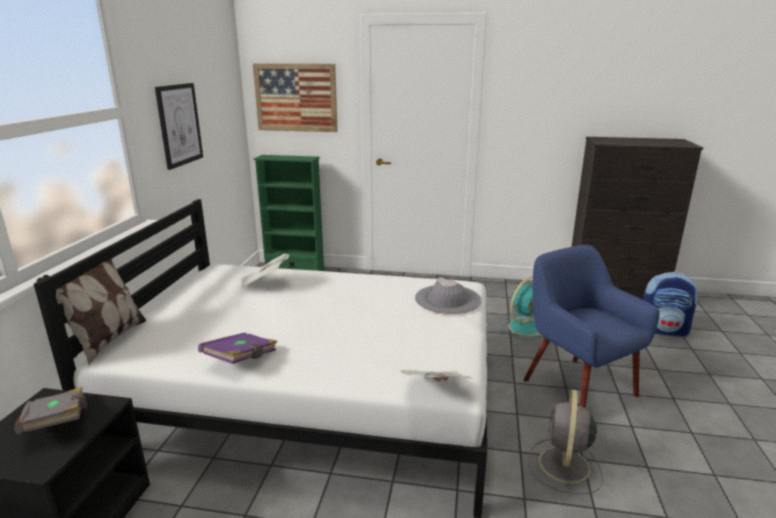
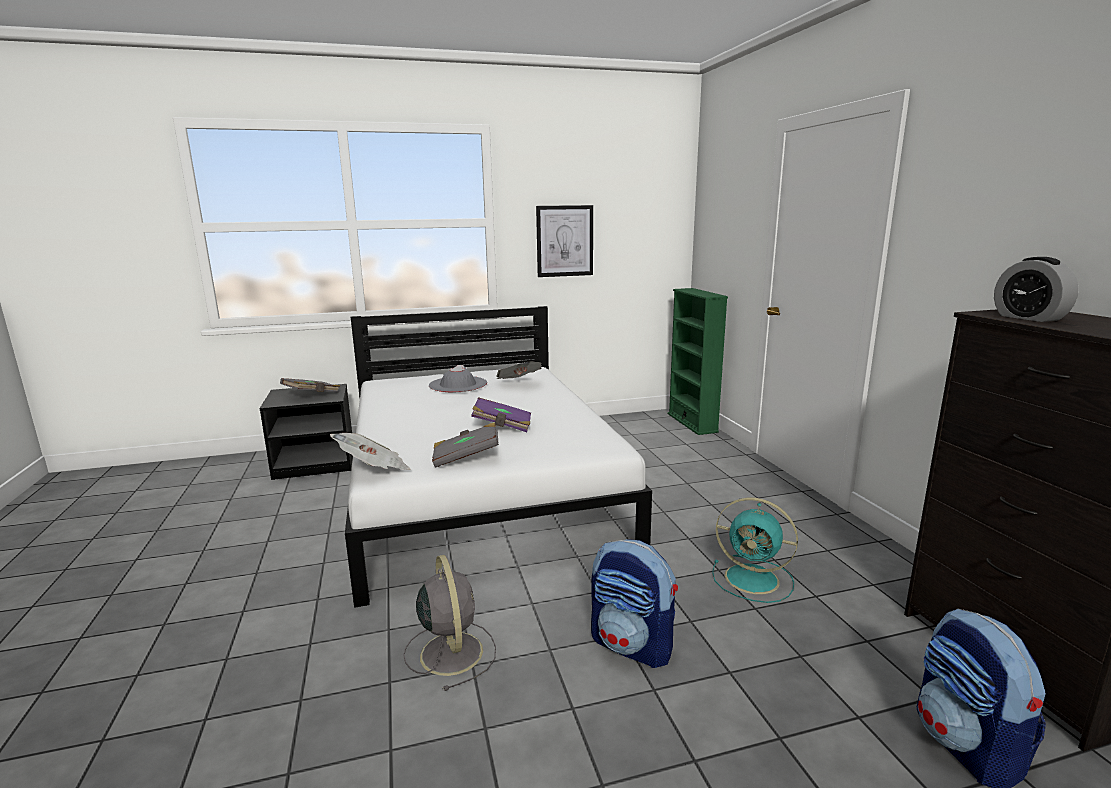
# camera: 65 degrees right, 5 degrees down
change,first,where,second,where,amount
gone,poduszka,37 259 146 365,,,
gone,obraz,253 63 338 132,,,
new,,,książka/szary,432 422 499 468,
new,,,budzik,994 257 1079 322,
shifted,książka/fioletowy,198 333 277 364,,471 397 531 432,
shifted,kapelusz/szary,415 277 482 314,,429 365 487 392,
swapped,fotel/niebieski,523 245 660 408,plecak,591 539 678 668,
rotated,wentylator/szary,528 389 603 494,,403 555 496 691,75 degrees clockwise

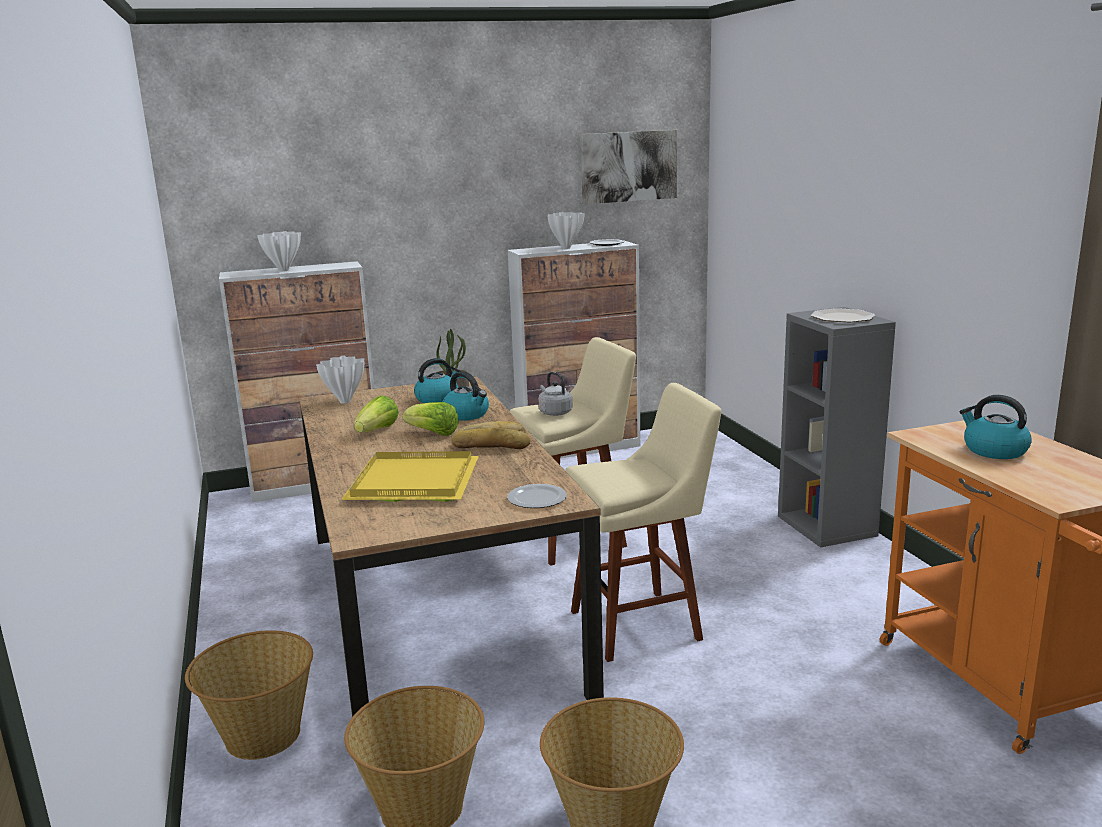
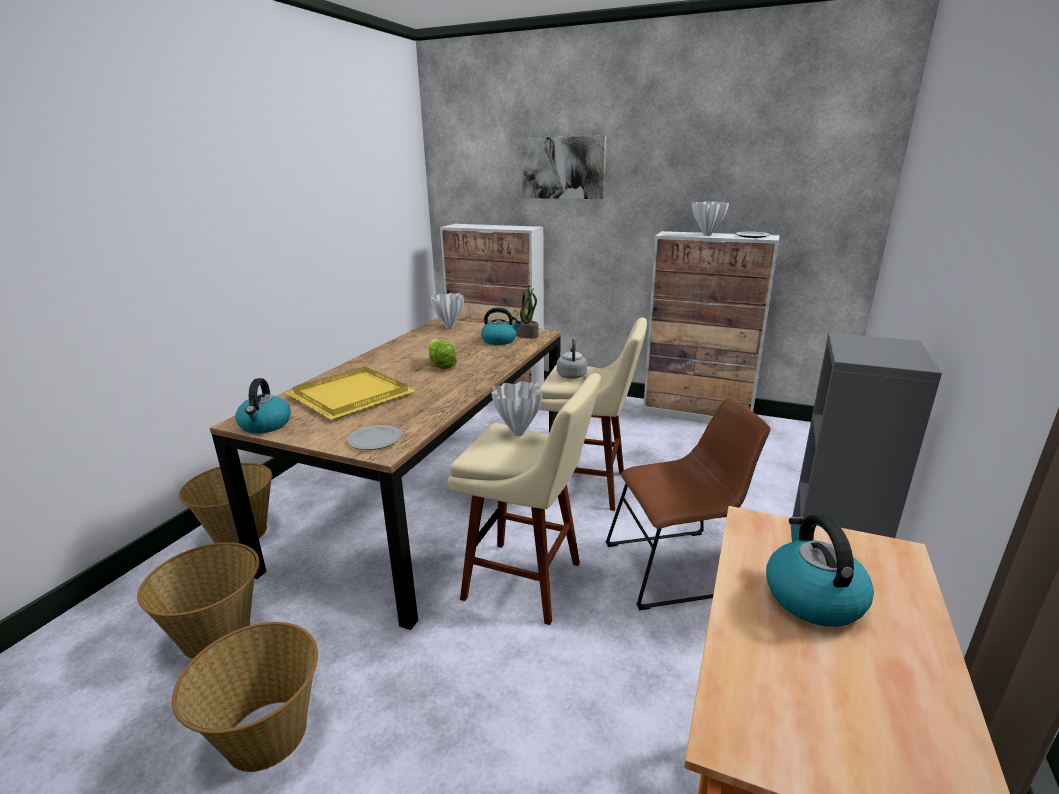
# camera: 40 degrees right, 5 degrees up
change,first,where,second,where,amount
gone,sałata,354 395 399 433,,,
gone,chleb,451 421 530 449,,,
gone,talerz,811 308 875 322,,,
new,,,krzesło/brązowy,605 397 771 610,
shifted,wazon/biały,257 231 301 272,,491 381 542 436,
shifted,czajnik,443 371 489 421,,235 378 291 434,
shifted,obraz,581 130 677 204,,522 136 606 199,

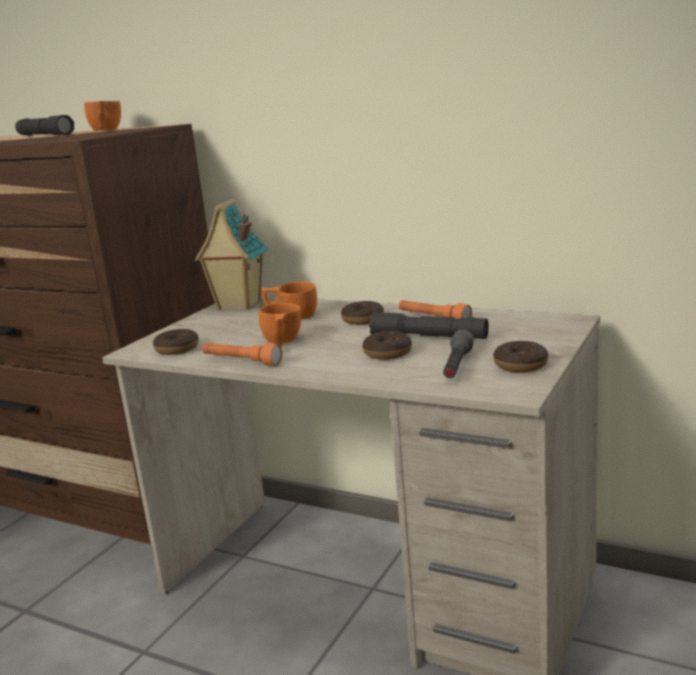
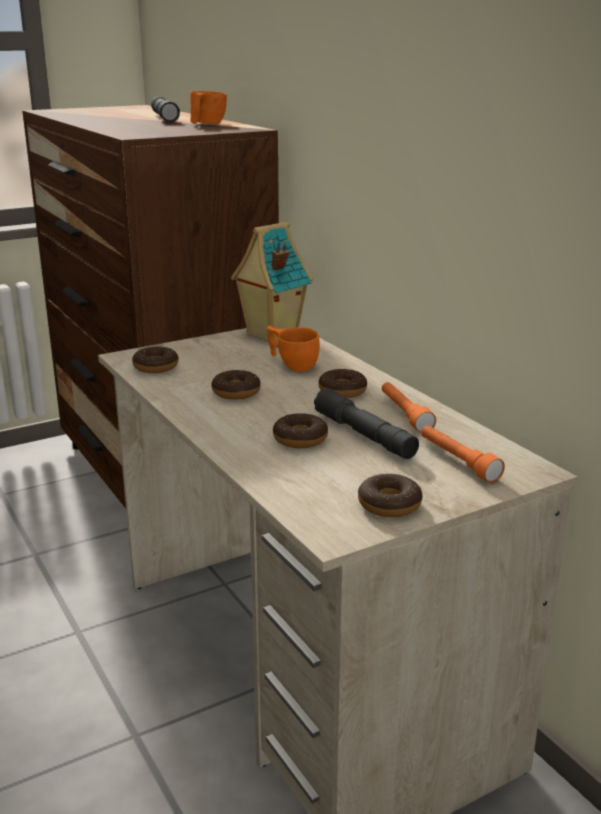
# camera: 30 degrees right, 5 degrees up
change,first,where,second,where,amount
gone,latarka/szary,443 329 474 378,,,
shifted,latarka/pomarańczowy,202 343 282 366,,421 425 505 483,
swapped,filiżanka/pomarańczowy,259 303 301 347,donut,211 370 261 400,

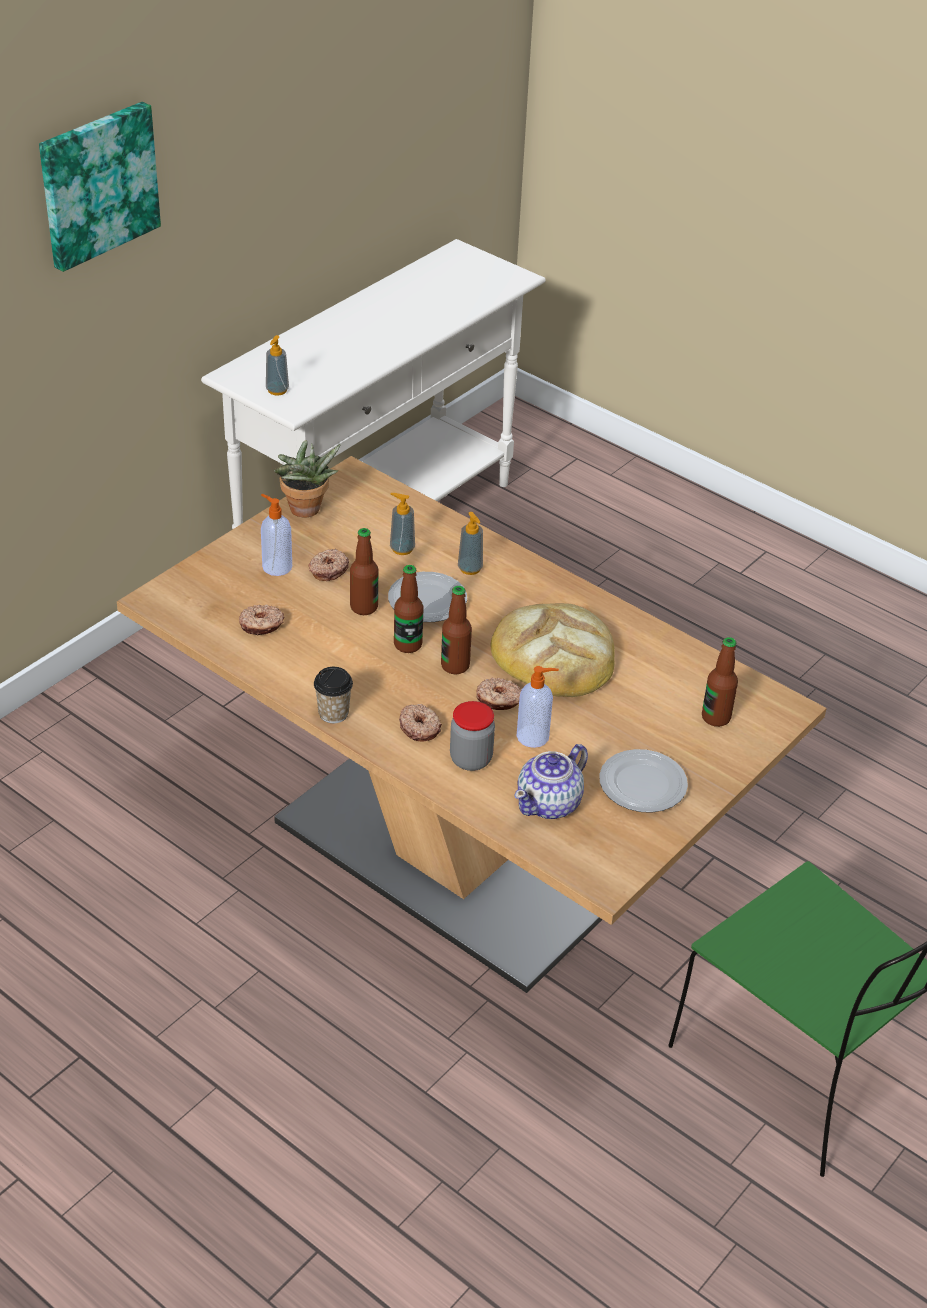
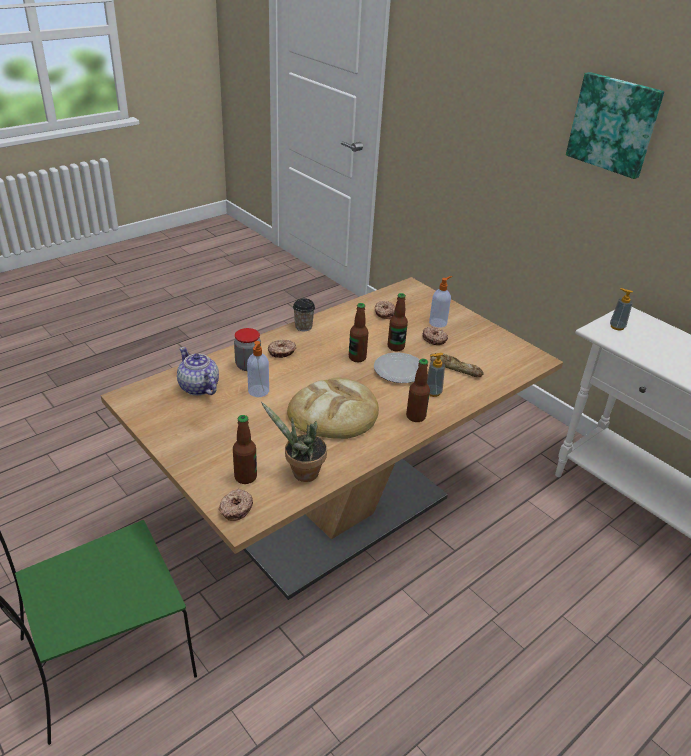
# camera: 100 degrees right, 5 degrees down
change,first,where,second,where,amount
gone,talerz,599 749 688 813,,,
shifted,roślina doniczkowa,274 440 341 518,,261 402 327 482,
shifted,butelka,441 586 472 674,,406 359 430 422,
shifted,donut,476 678 521 710,,219 489 253 521,
swapped,dozownik mydła,390 493 415 555,chleb,430 353 484 377,

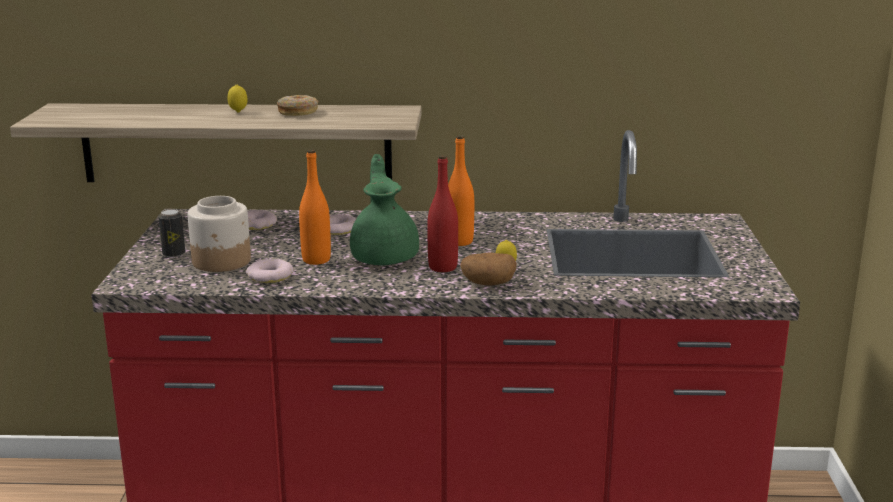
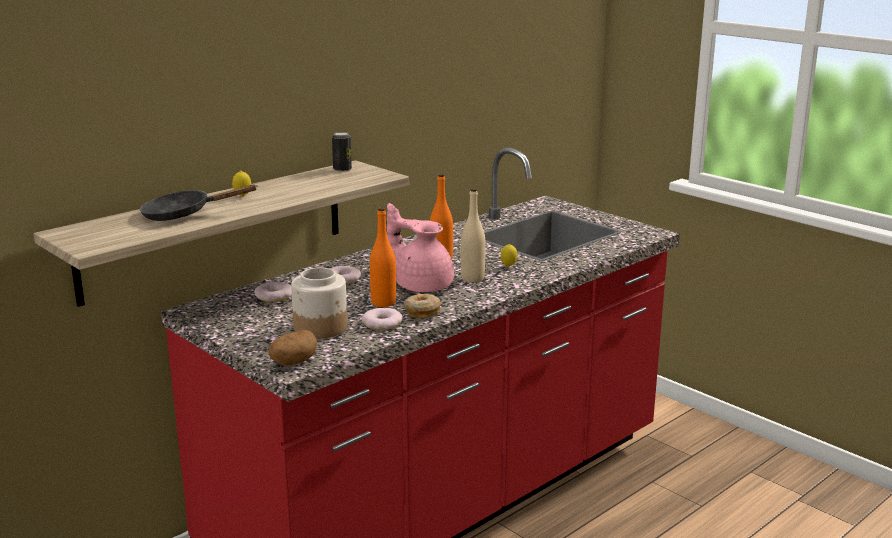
# camera: 45 degrees left, 0 degrees up
change,first,where,second,where,amount
new,,,patelnia/czarny,140 185 258 221,
shifted,puszka,158 209 185 257,,332 132 352 172,
shifted,donut,277 95 319 116,,404 294 441 318,
shifted,ziemniak,460 252 517 286,,268 330 317 366,
repainted,imbryk/zielony,350 154 419 265,imbryk/różowy,387 203 454 292,
repainted,butelka/czerwony,427 155 458 272,butelka/beżowy,461 188 486 283,

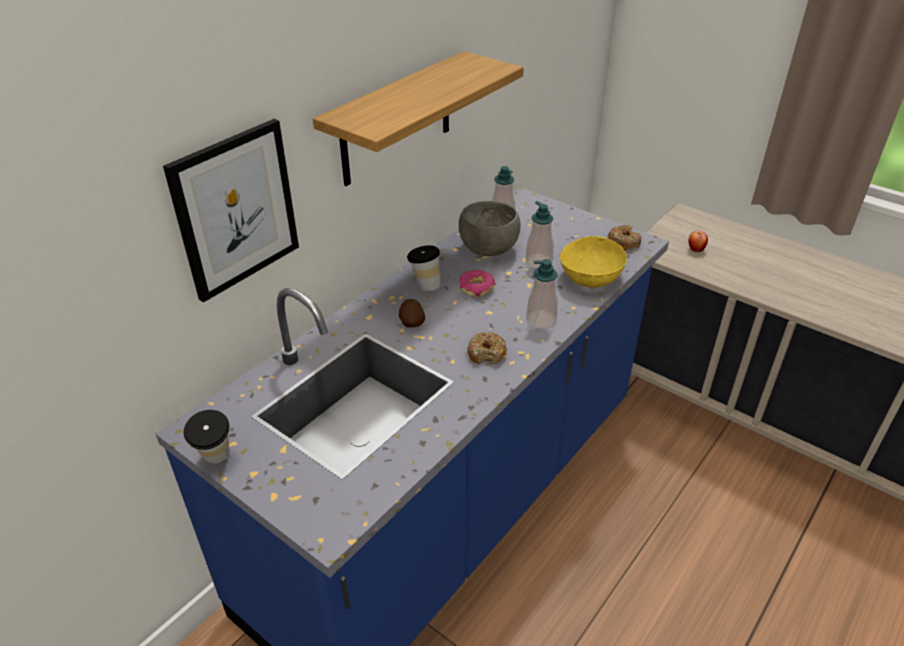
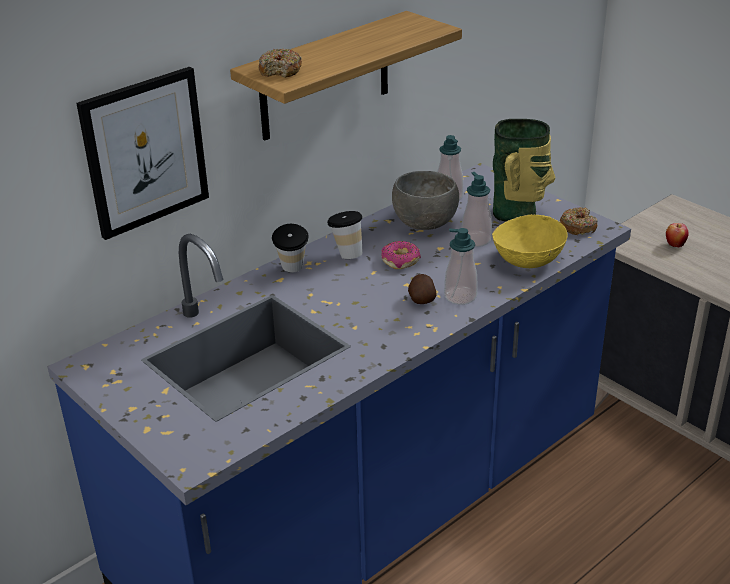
# camera: 10 degrees right, 5 degrees down
change,first,where,second,where,amount
new,,,wazon,493 119 556 222,
shifted,filiżanka,183 410 230 464,,272 224 309 273,
shifted,ziemniak,399 299 425 328,,408 274 436 304,
shifted,donut,467 331 507 364,,258 48 302 78,

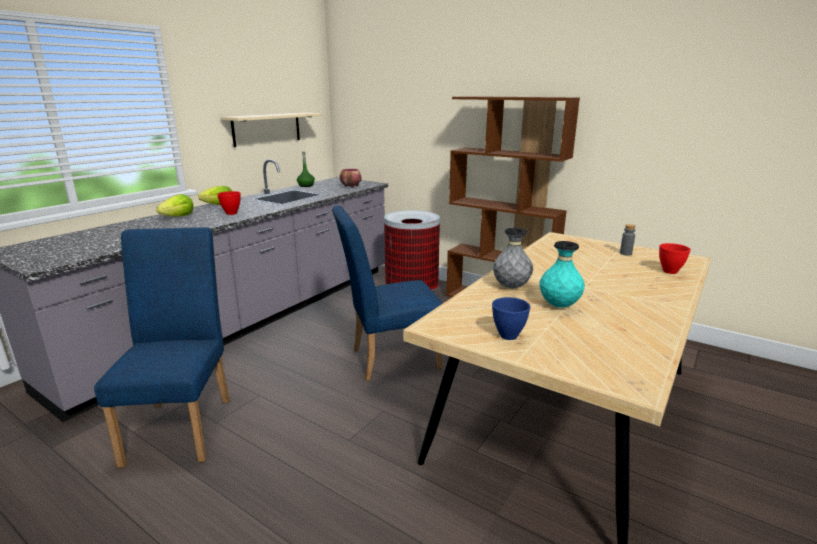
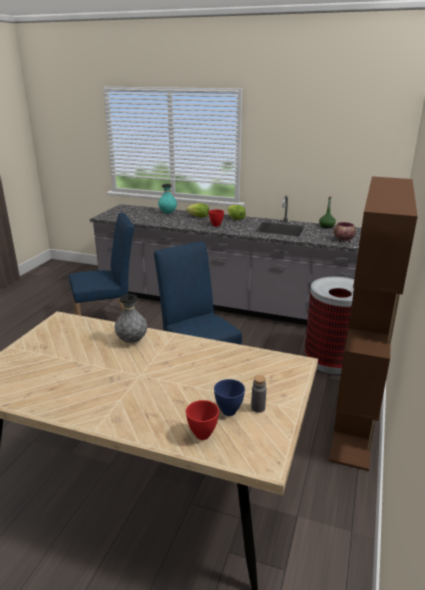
# camera: 75 degrees right, 5 degrees up
change,first,where,second,where,amount
gone,półka/beżowy,221 113 322 147,,,
shifted,miska/niebieski,492 297 530 340,,214 379 245 416,
shifted,wazon/turkusowy,540 241 585 308,,158 184 177 214,

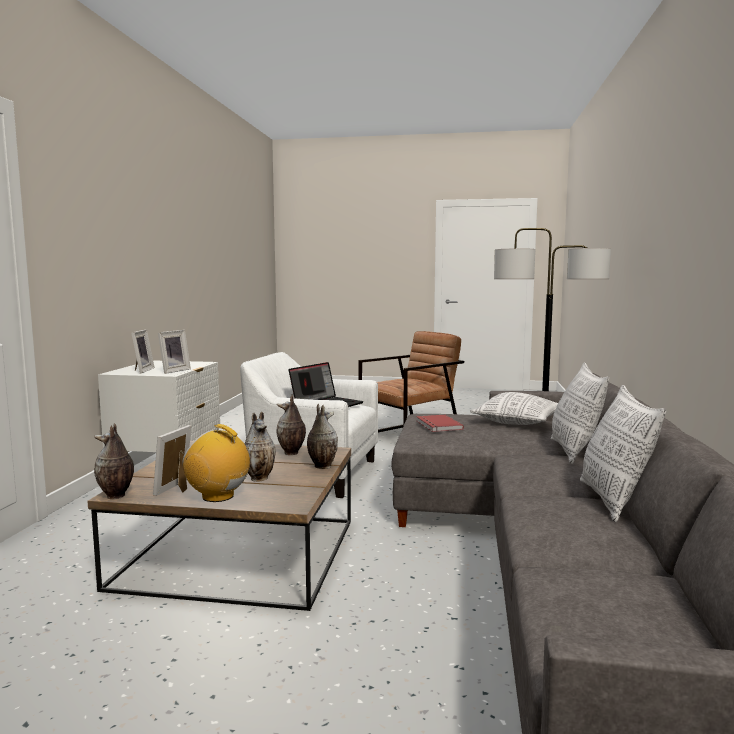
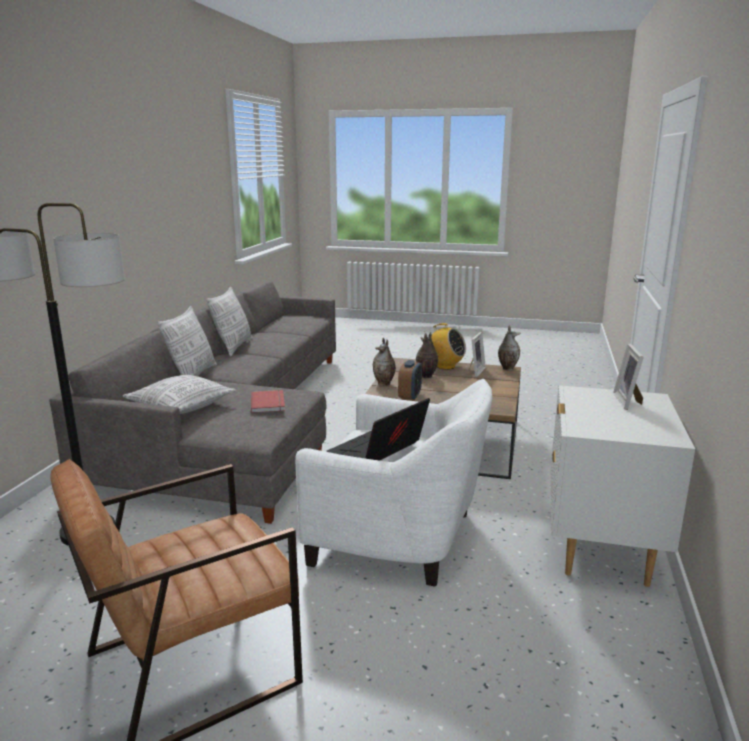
# camera: 175 degrees left, 10 degrees up
change,first,where,second,where,amount
gone,ramka na zdjęcie,158 330 191 374,,,
swapped,wazon,276 395 306 455,budzik,398 360 422 401,

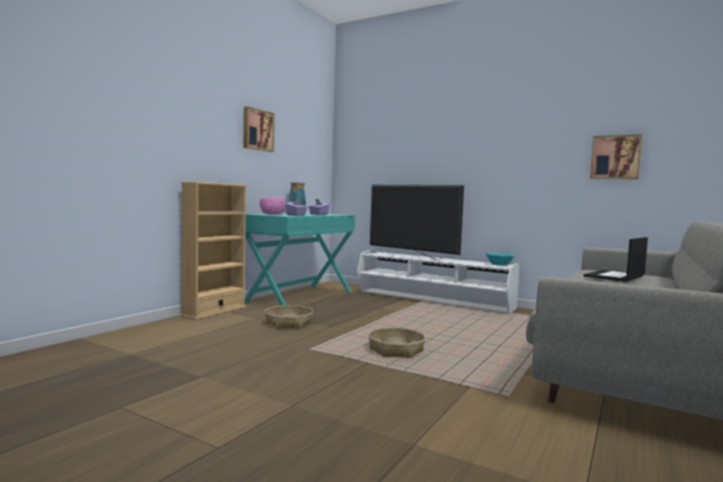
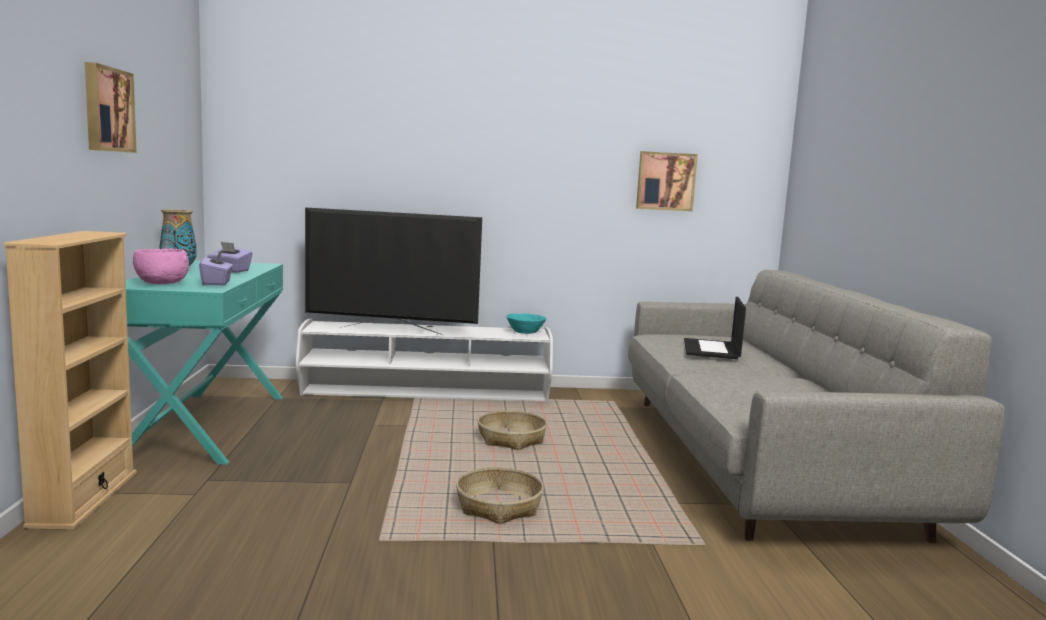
# camera: 35 degrees left, 5 degrees up
change,first,where,second,where,amount
shifted,koszyk,265 305 313 329,,478 410 547 450,

